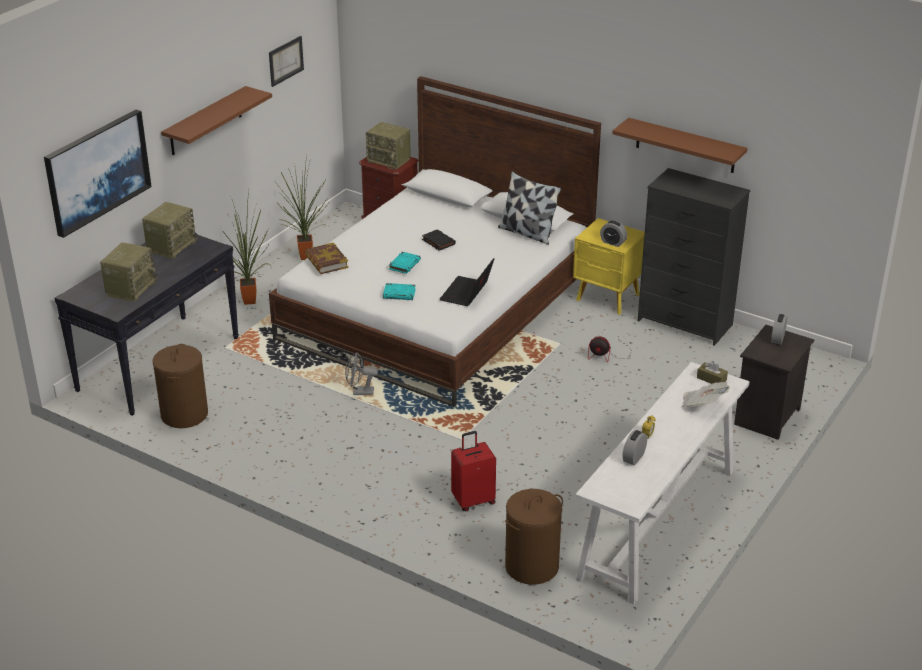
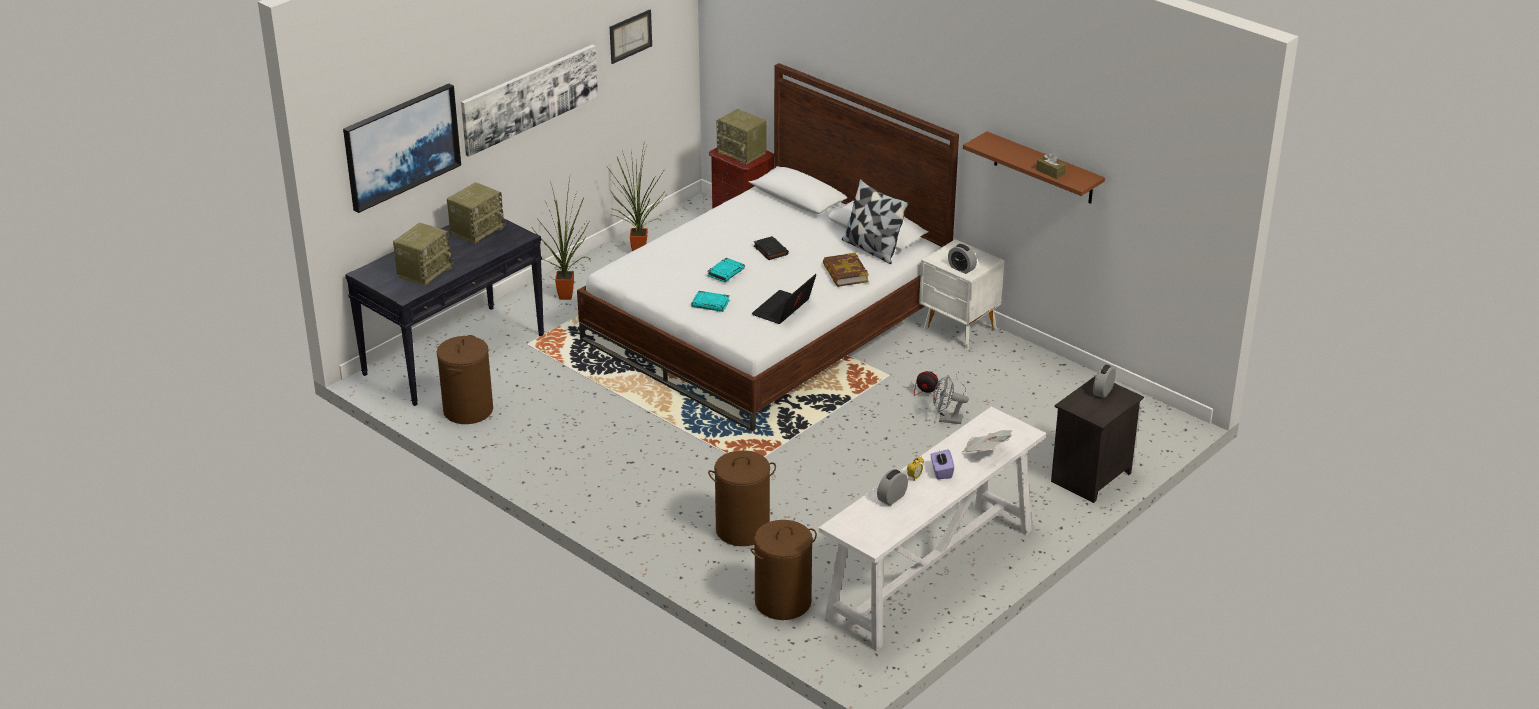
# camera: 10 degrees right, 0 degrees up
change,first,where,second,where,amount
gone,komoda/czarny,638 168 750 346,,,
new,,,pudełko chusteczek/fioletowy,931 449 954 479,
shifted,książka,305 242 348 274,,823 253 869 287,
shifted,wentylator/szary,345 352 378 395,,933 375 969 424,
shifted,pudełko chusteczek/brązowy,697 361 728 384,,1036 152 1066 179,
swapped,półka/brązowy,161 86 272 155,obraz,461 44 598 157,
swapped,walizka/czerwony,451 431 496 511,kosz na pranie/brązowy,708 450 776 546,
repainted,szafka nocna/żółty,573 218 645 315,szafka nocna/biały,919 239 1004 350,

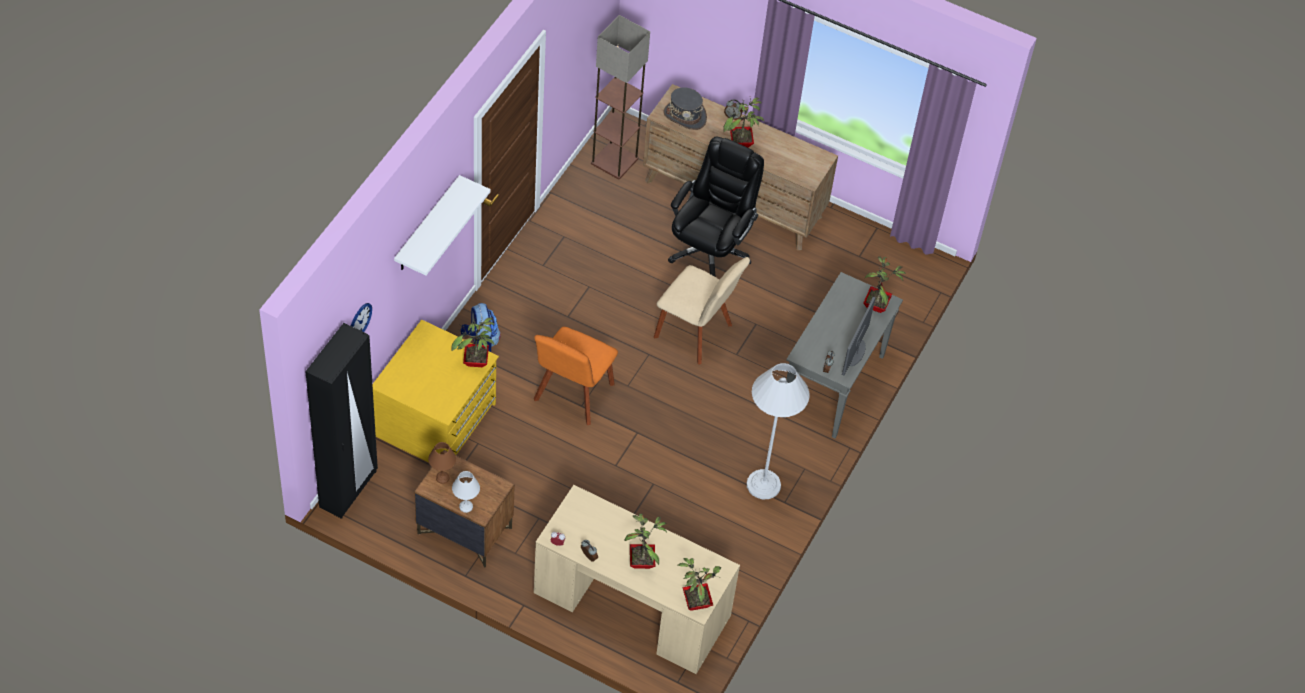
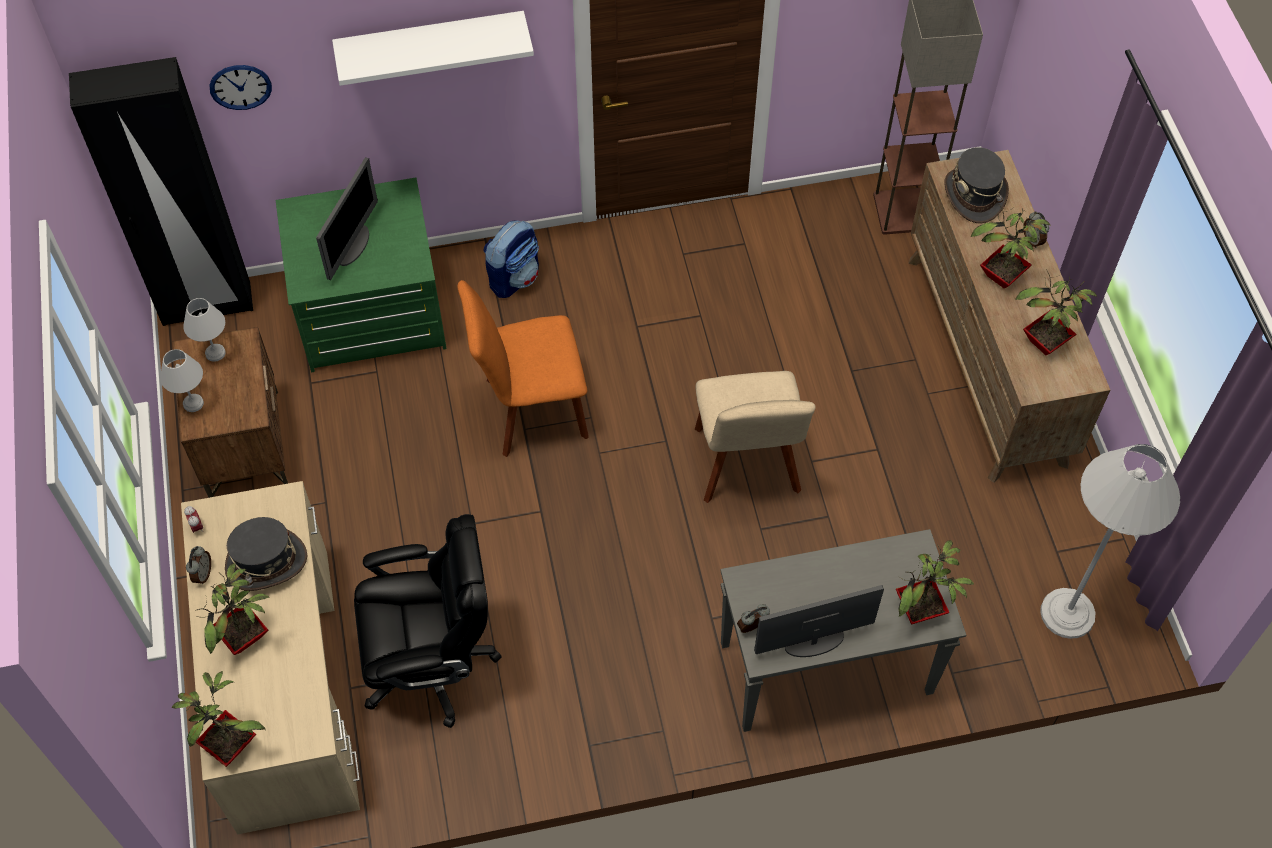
# camera: 55 degrees right, 5 degrees up
change,first,where,second,where,amount
new,,,kapelusz/szary,225 517 307 591,
new,,,monitor,316 157 378 280,
shifted,roślina doniczkowa,451 317 495 367,,1015 269 1097 355,
shifted,krzesło biurowe/czarny,668 137 764 277,,354 514 502 728,
shifted,lampa stojąca/biały,747 363 810 499,,1040 444 1180 639,
repainted,komoda/żółty,372 320 499 463,komoda/zielony,276 178 447 372,
repainted,lampa stołowa/brązowy,428 442 456 484,lampa stołowa/biały,183 298 226 362,

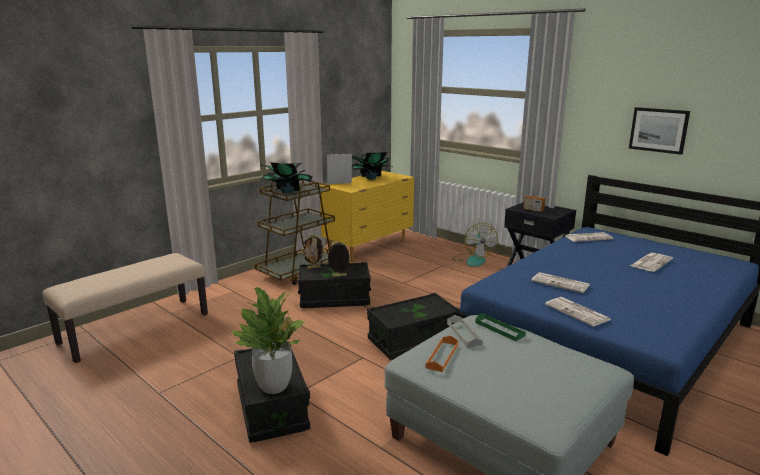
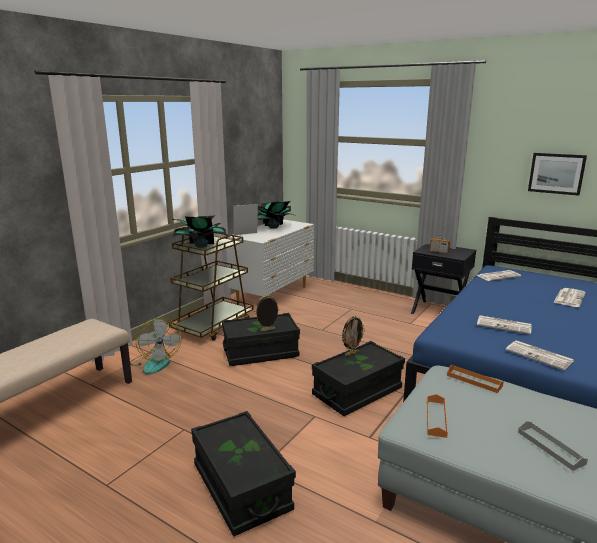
# camera: 10 degrees left, 0 degrees up
change,first,where,second,where,amount
gone,roślina doniczkowa,232 287 305 394,,,
shifted,ramka na zdjęcie,302 234 325 269,,342 316 365 356,
shifted,taca/szary,447 315 483 348,,518 421 588 471,
shifted,wentylator,453 223 498 267,,130 318 182 374,
repainted,komoda/żółty,319 171 414 262,komoda/biały,226 219 314 305,
repainted,taca/zielony,475 313 526 341,taca/pomarańczowy,447 365 504 393,

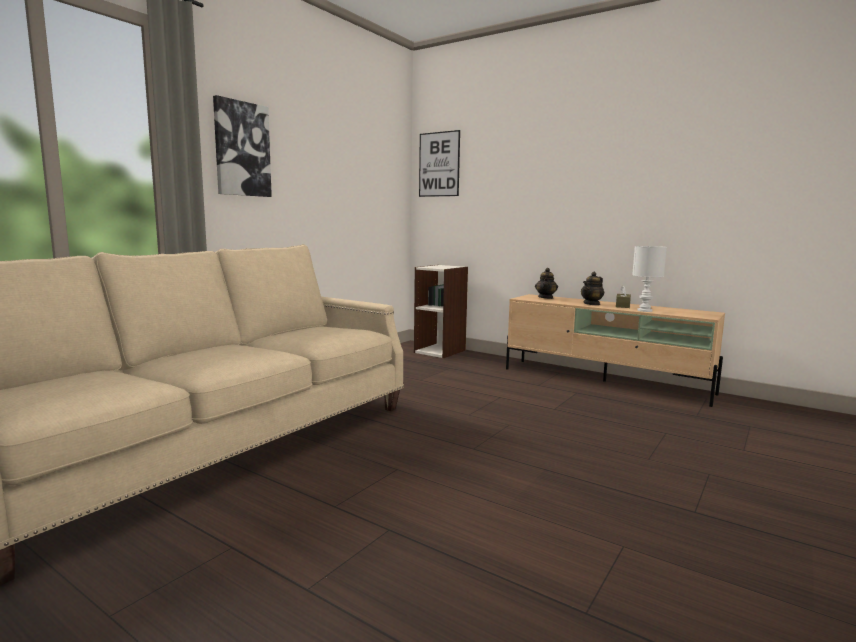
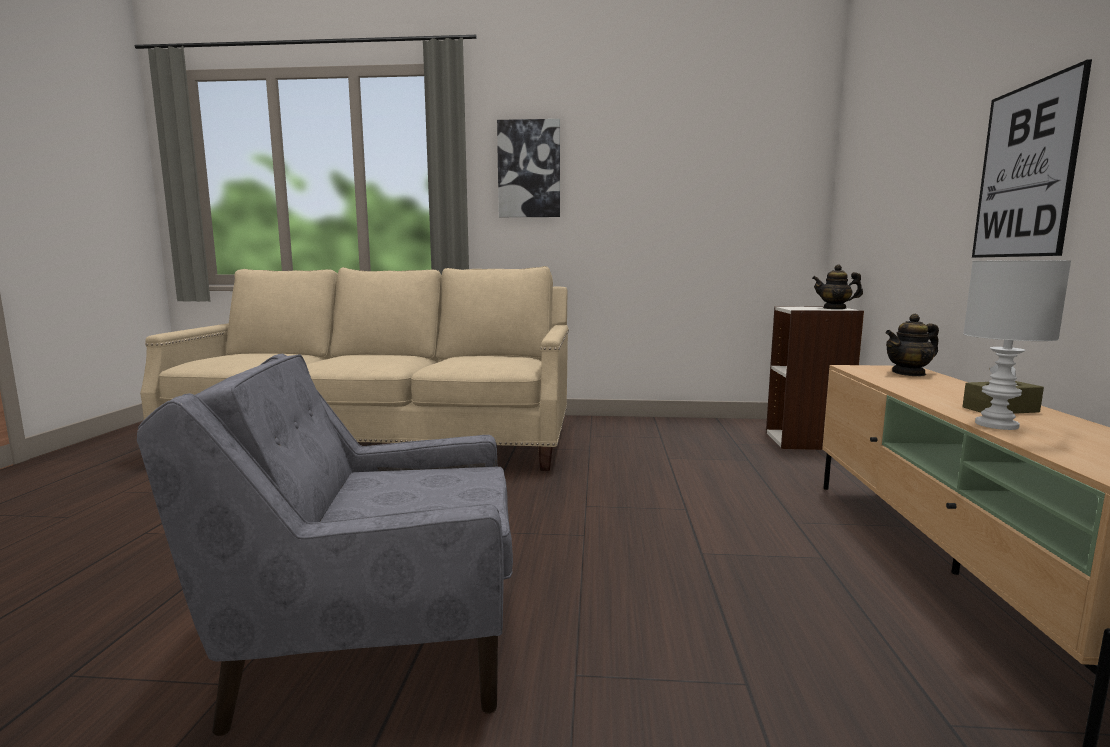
# camera: 60 degrees right, 0 degrees up
change,first,where,second,where,amount
new,,,fotel/szary,137 354 513 736,
shifted,obraz,419 130 460 197,,972 59 1092 258,
shifted,imbryk,581 272 604 305,,812 265 863 309,

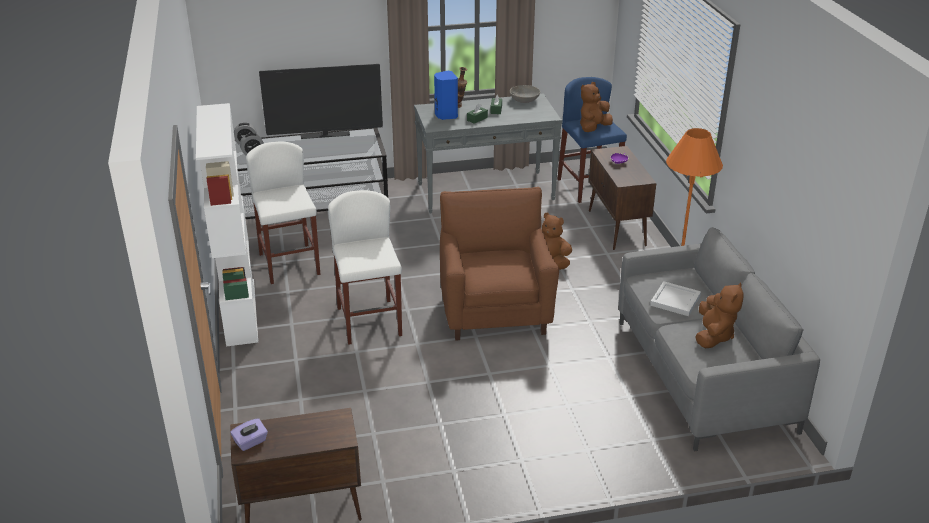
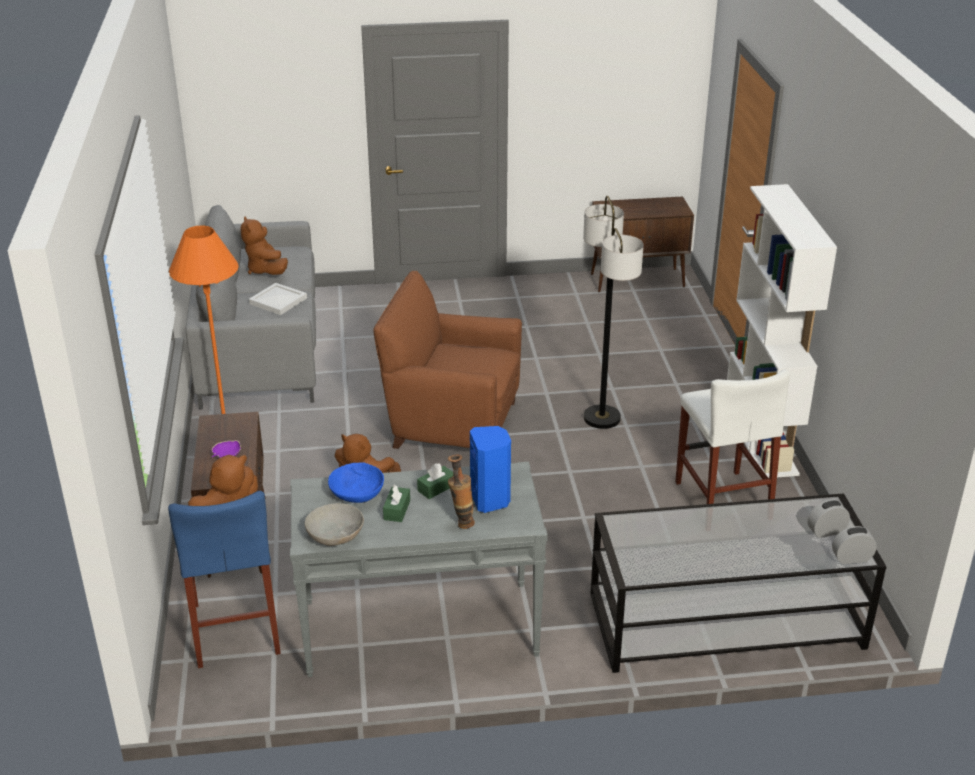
# camera: 175 degrees left, 0 degrees up
change,first,where,second,where,amount
gone,pudełko chusteczek/fioletowy,230 418 268 451,,,
gone,telewizor,259 64 383 139,,,
new,,,miska/niebieski,328 462 384 503,
swapped,stołek/biały,328 190 402 345,lampa stojąca,583 196 644 429,
rotated,fotel/brązowy,440 187 559 341,,373 271 522 449,105 degrees clockwise
rotated,pluszak/brązowy,695 282 744 349,,240 216 288 275,45 degrees counterclockwise

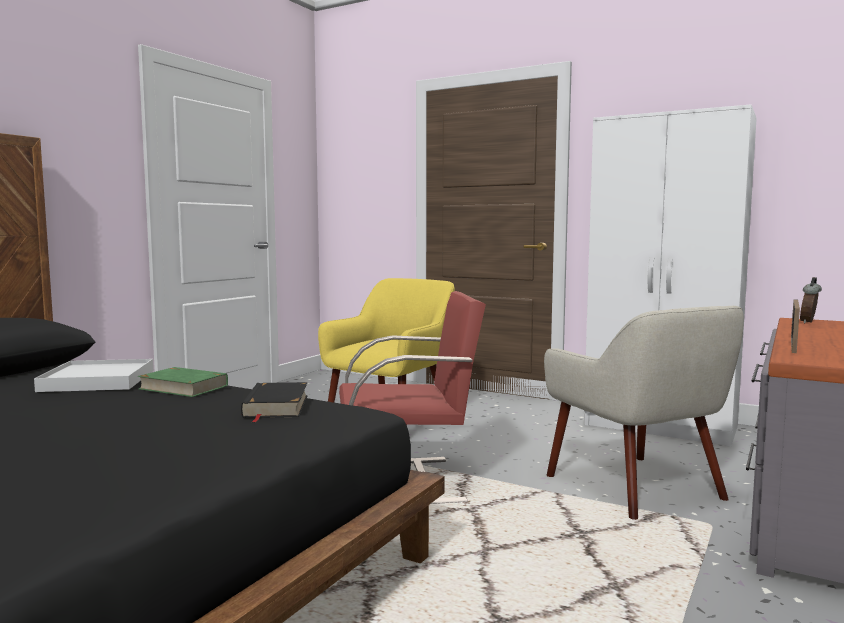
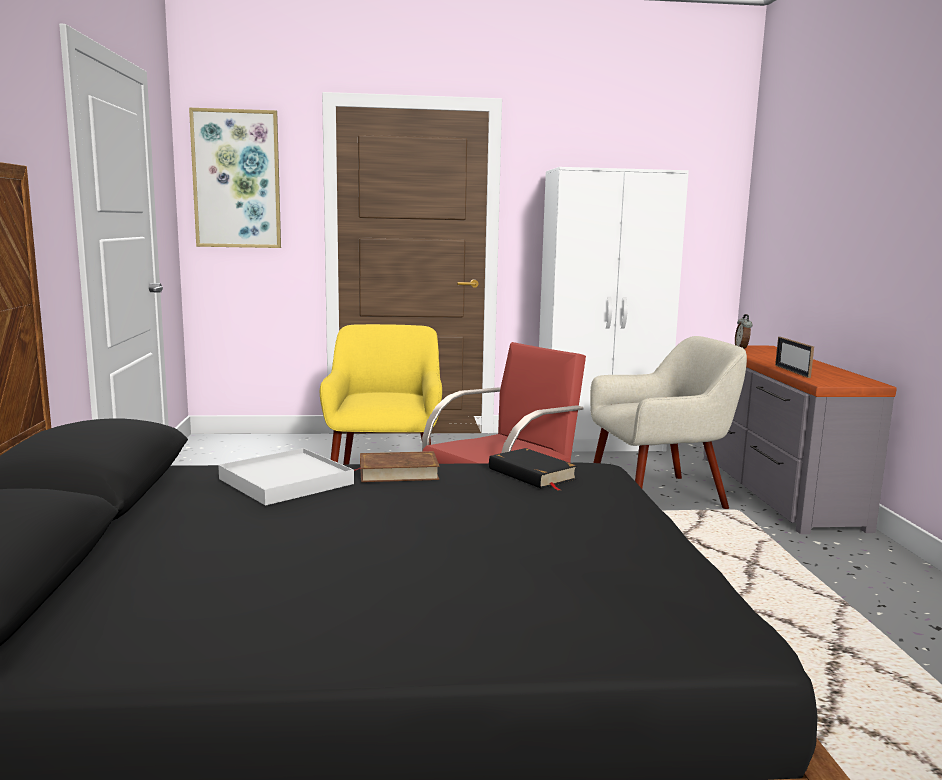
# camera: 35 degrees left, 5 degrees up
change,first,where,second,where,amount
new,,,obraz,189 108 281 248,
repainted,książka/zielony,138 367 228 397,książka/brązowy,354 451 440 482,
rotated,fotel/beżowy,544 306 744 520,,590 336 747 509,45 degrees counterclockwise

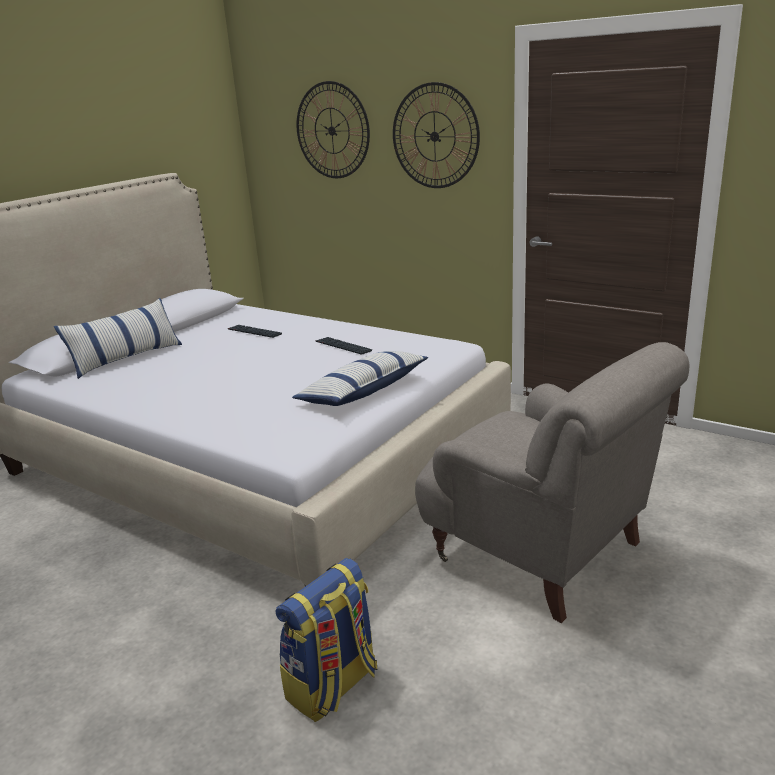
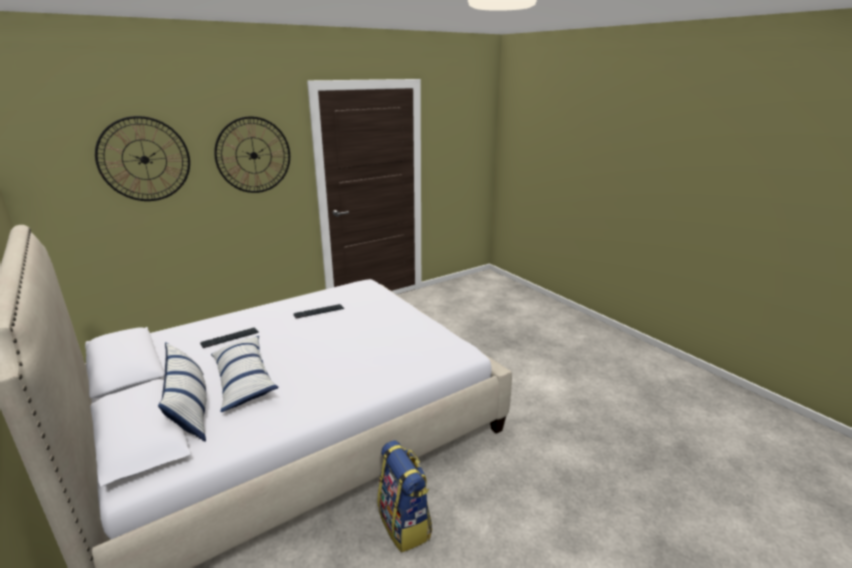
# camera: 70 degrees left, 0 degrees up
change,first,where,second,where,amount
gone,fotel/szary,415 342 690 623,,,
shifted,plecak,276 558 377 722,,378 440 432 553,
shifted,poduszka,292 351 428 406,,211 336 279 412,

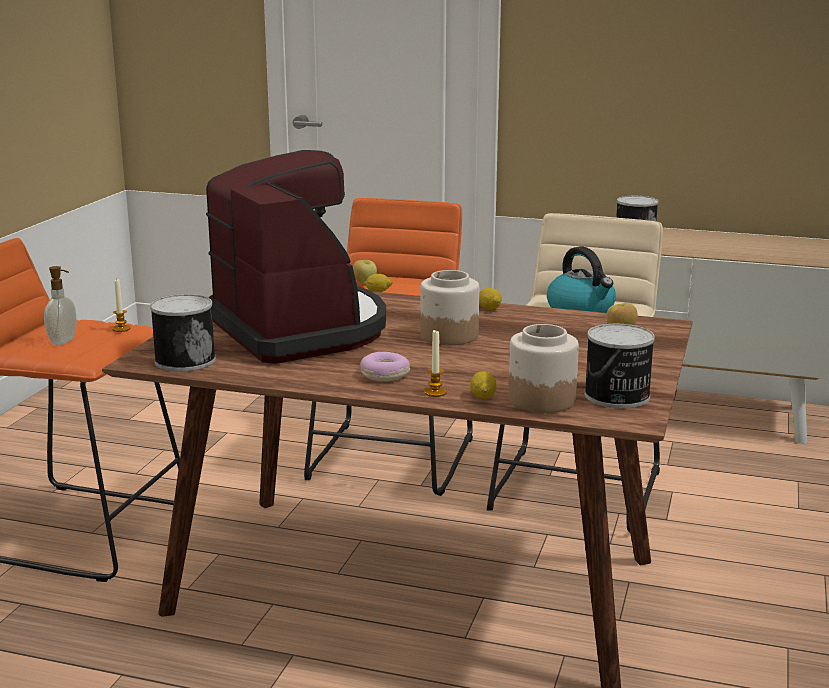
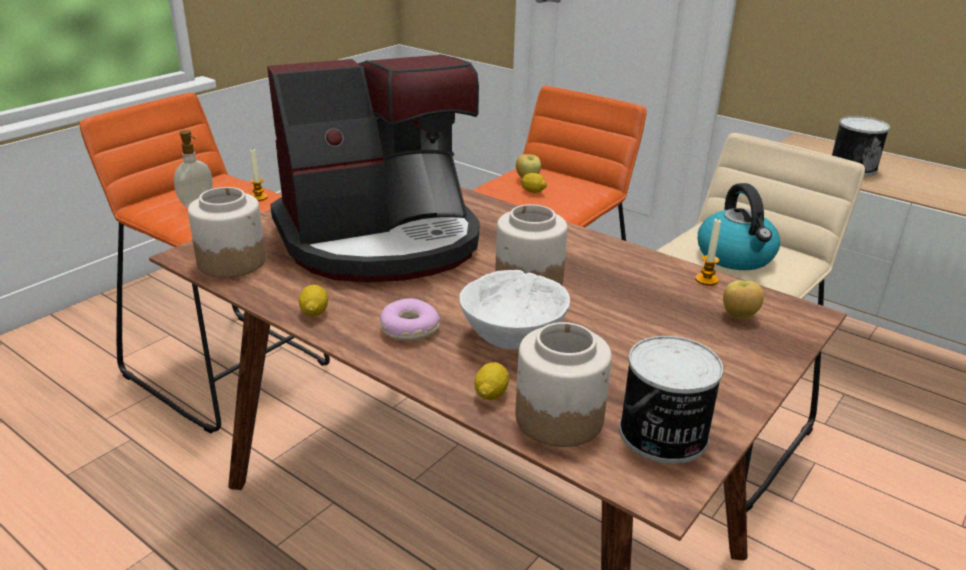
# camera: 20 degrees right, 10 degrees up
change,first,where,second,where,amount
new,,,miska/biały,459 270 570 349,
shifted,świeca,424 330 447 397,,695 219 721 286,
shifted,cytryna,479 288 502 310,,299 284 328 316,
swapped,puszka,150 294 216 372,słoik,188 187 266 278,
rotated,ekspres do kawy,206 150 386 364,,267 54 480 283,75 degrees clockwise

